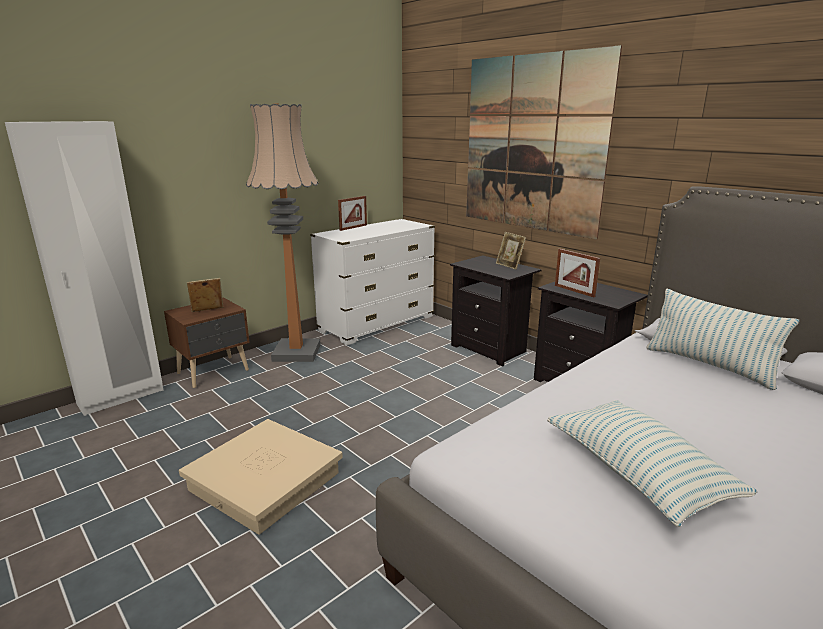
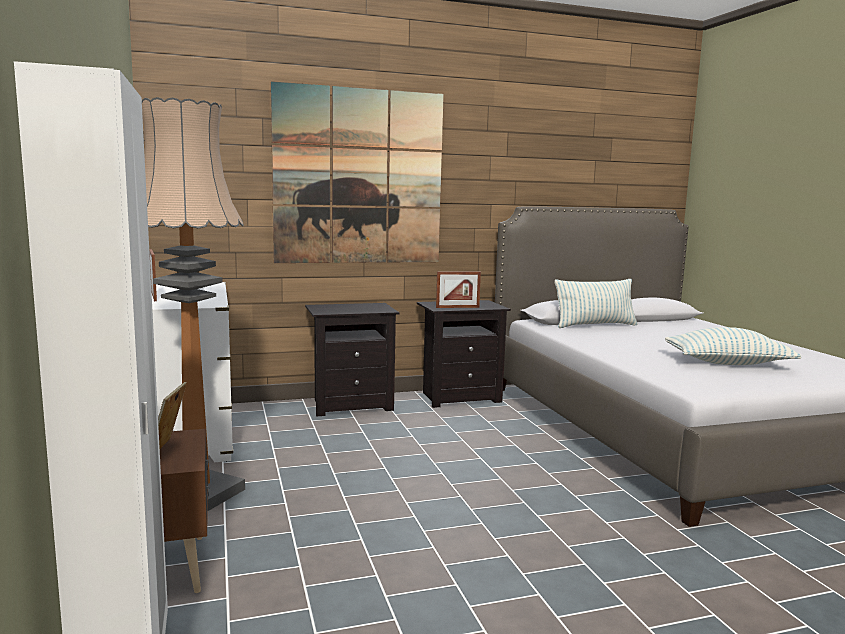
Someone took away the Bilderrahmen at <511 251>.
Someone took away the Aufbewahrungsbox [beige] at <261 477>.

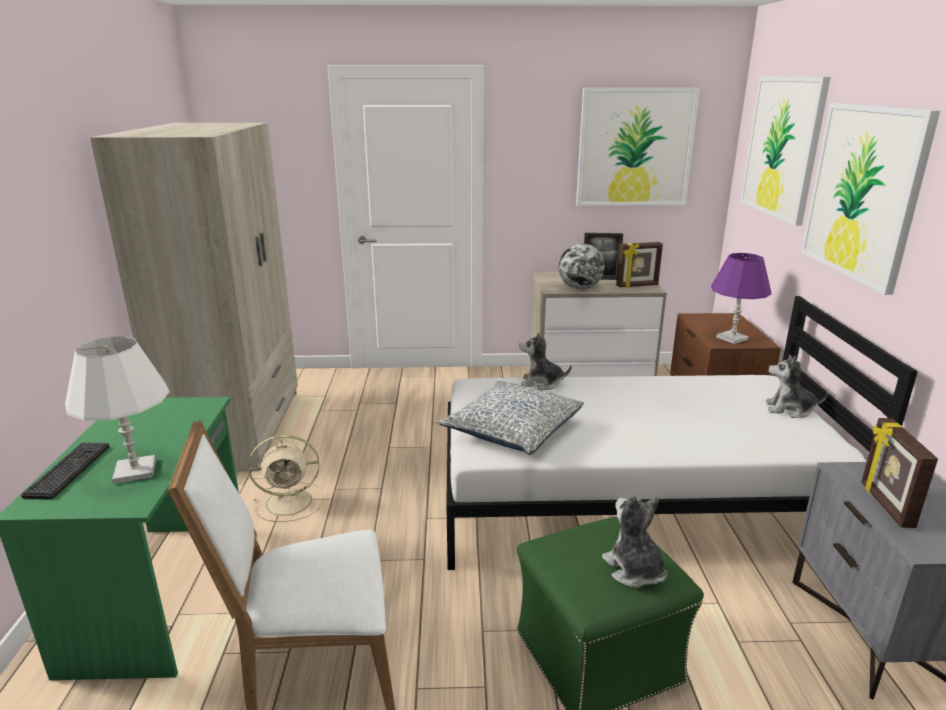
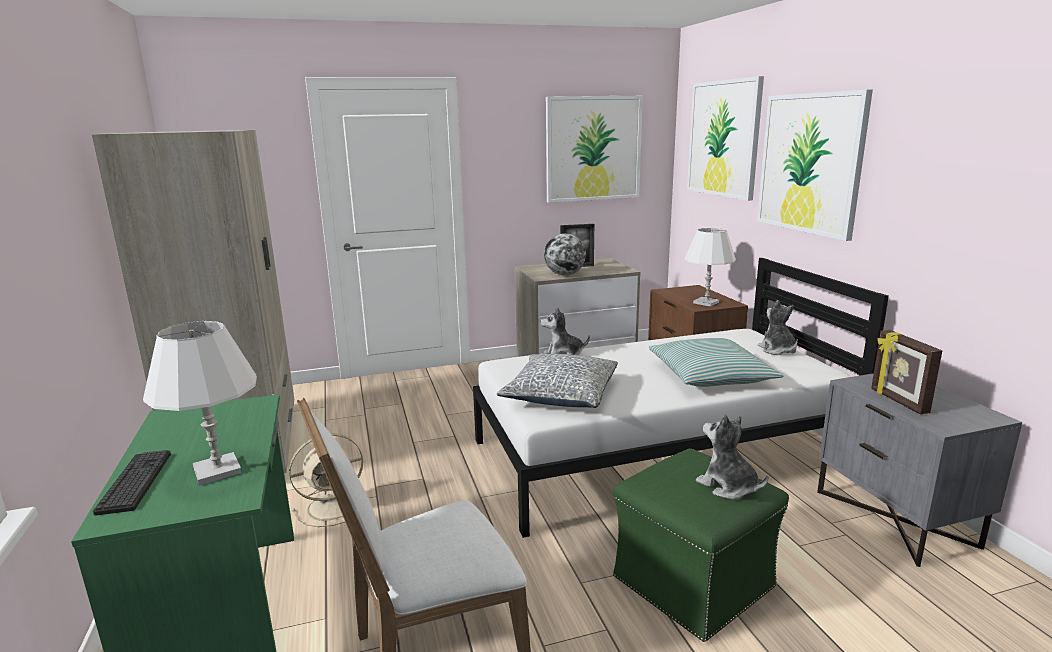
Someone took away the Bilderrahmen at <639 265>.
Someone repainted the Tischlampe [lila] at <741 298>, which became the Tischlampe [weiß] at <710 267>.
Someone rotated the Plüschtier at <797 386> by 75 degrees clockwise.
Someone put down the Kissen at <716 362>.

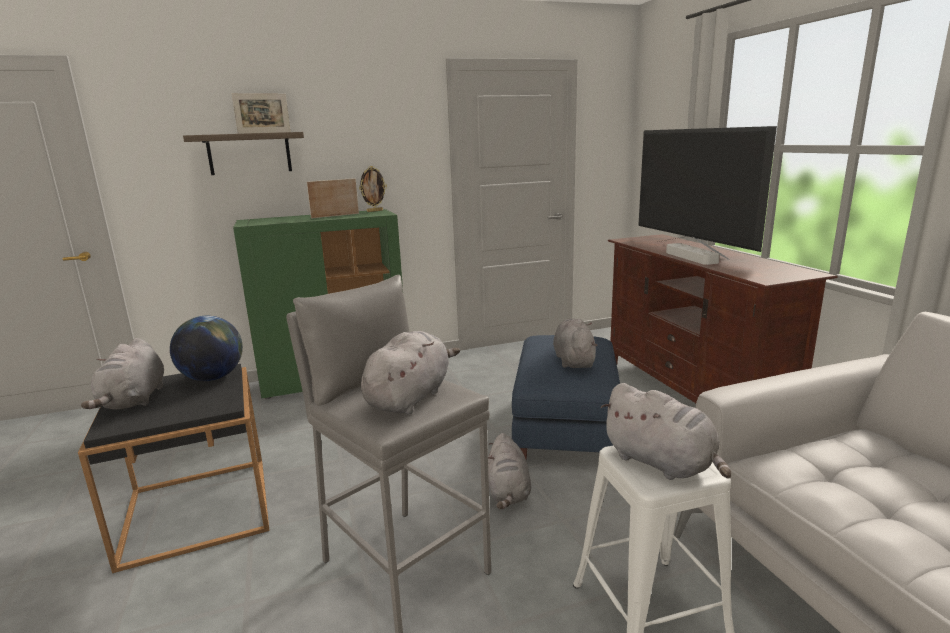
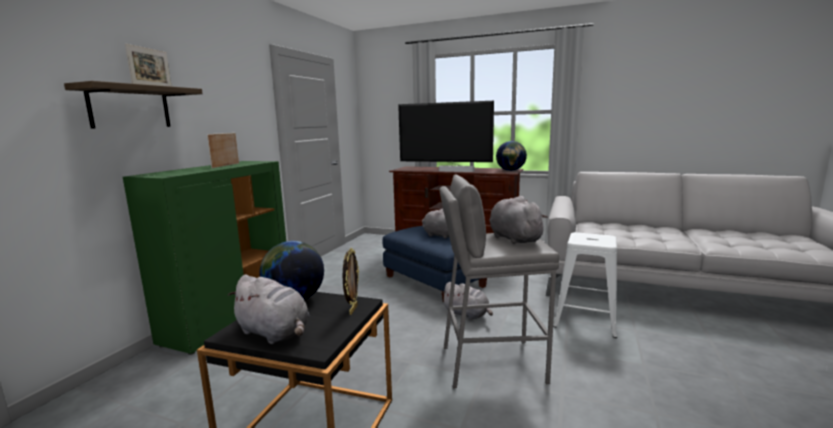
Someone carried the Bilderrahmen from <373 189> to <351 281>.
Someone took away the Plüschtier [grau] at <665 431>.
Someone put down the Globus at <511 156>.

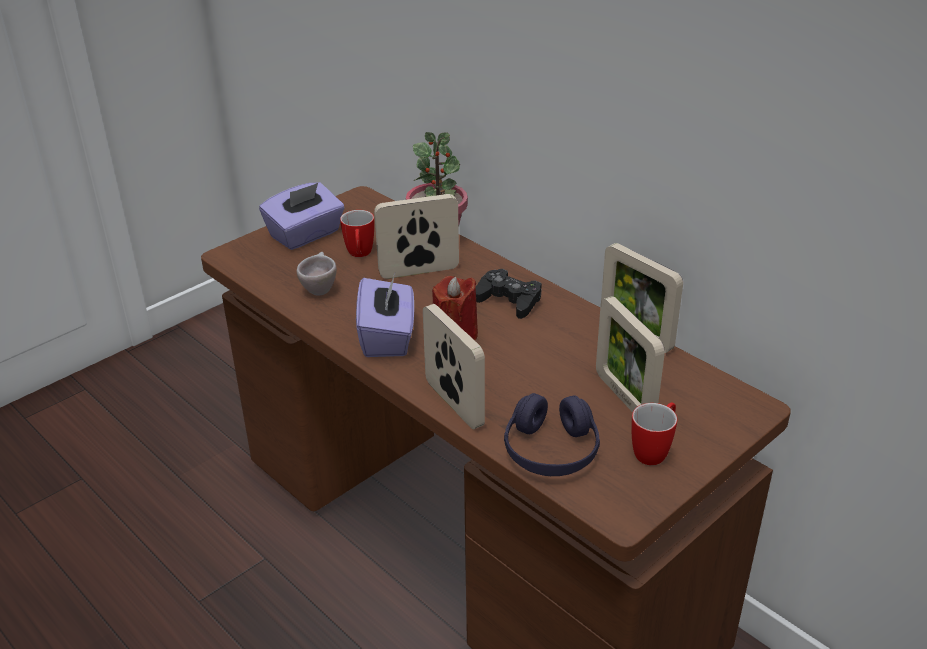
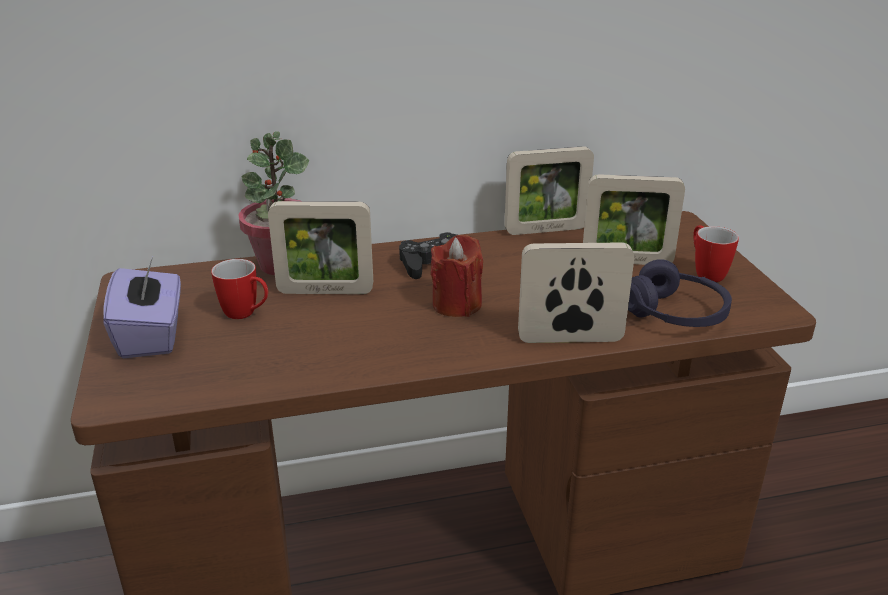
Someone rotated the Bilderrahmen at <416 236> by 105 degrees counterclockwise.
Someone took away the Tasse [beige] at <317 273>.
Someone took away the Taschentuchbox [lila] at <385 316>.

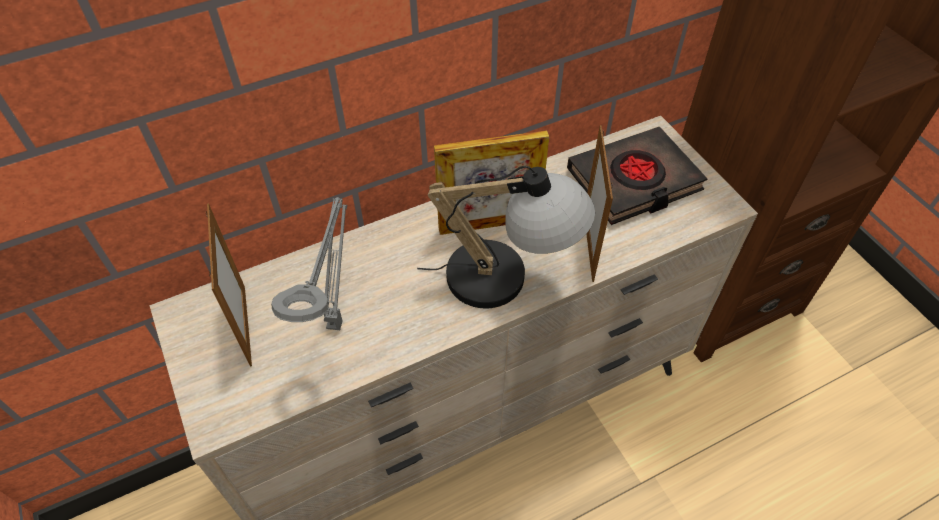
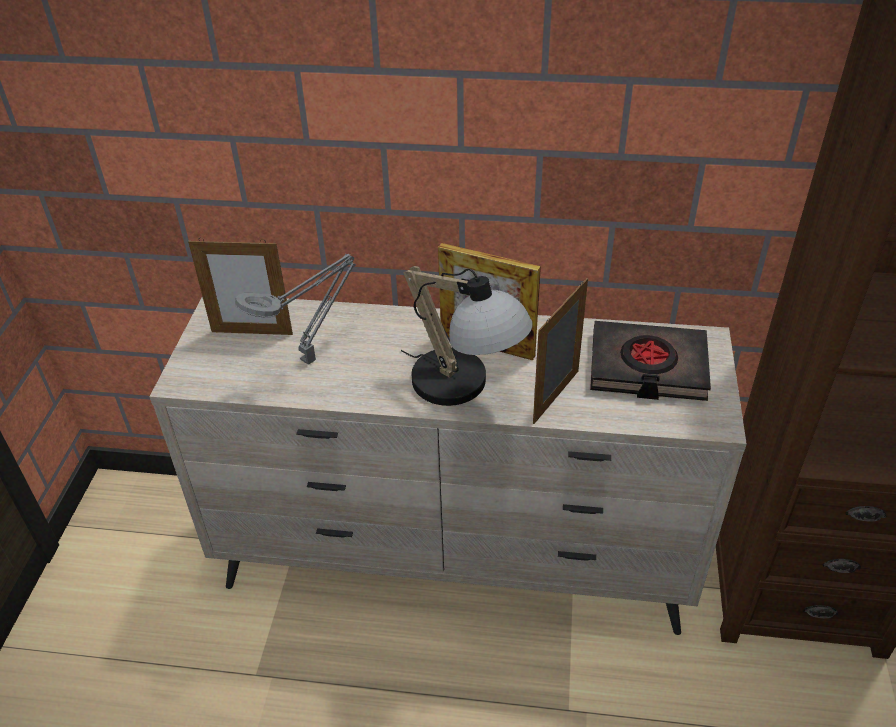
Someone rotated the Bilderrahmen at <229 285> by 75 degrees clockwise.

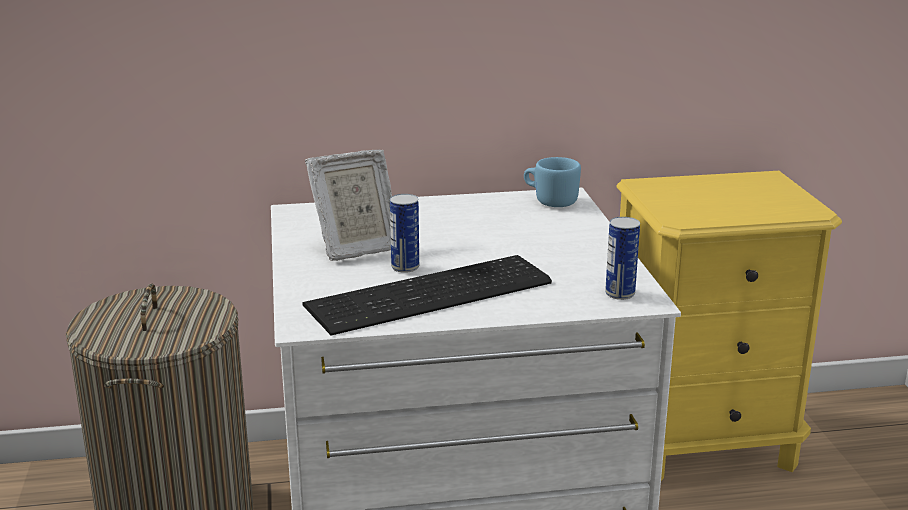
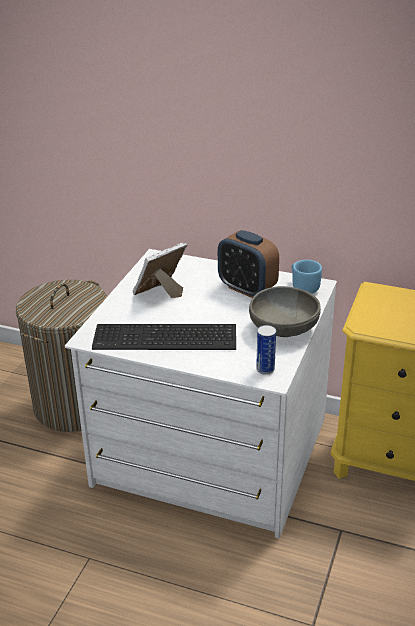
Someone rotated the Bilderrahmen at <348 205> by 135 degrees clockwise.
Someone took away the Dose at <404 233>.
Someone put down the Wecker at <248 264>.
Someone put down the Schüssel [grau] at <285 311>.

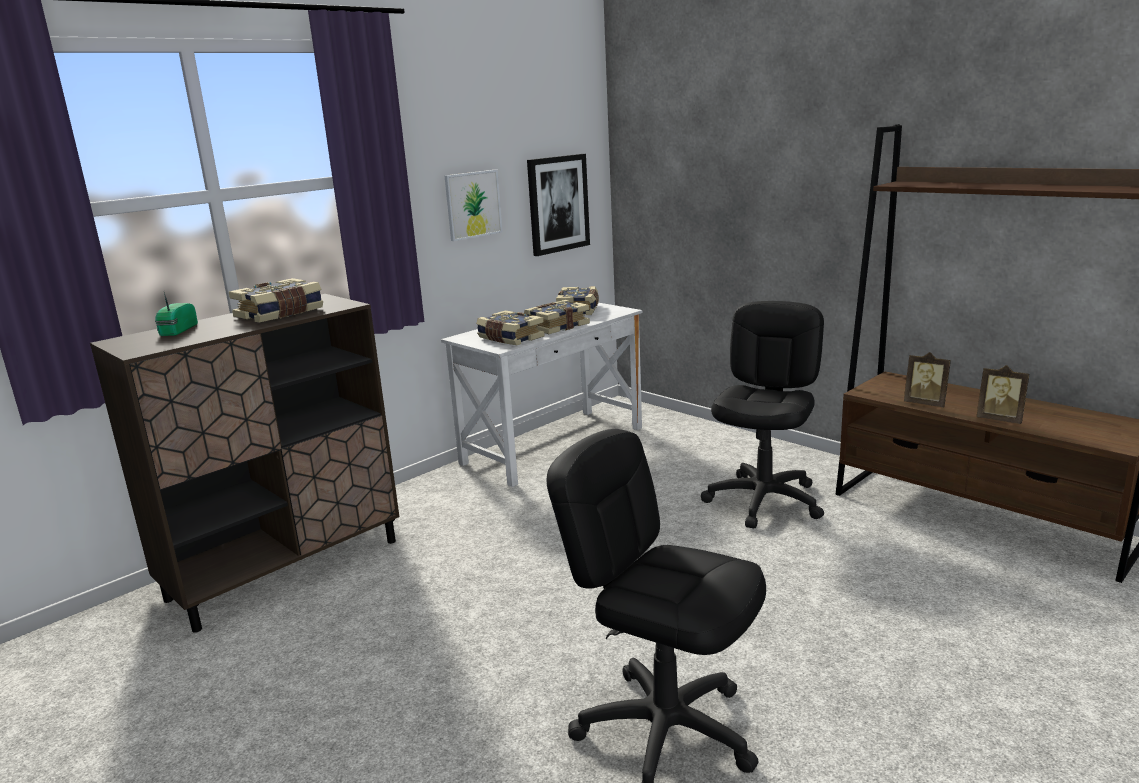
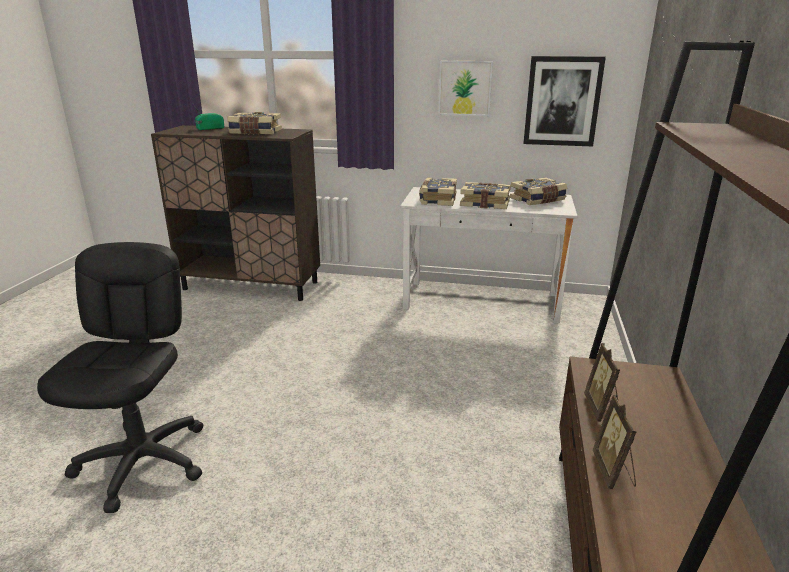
Someone took away the Bürostuhl [schwarz] at <762 414>.

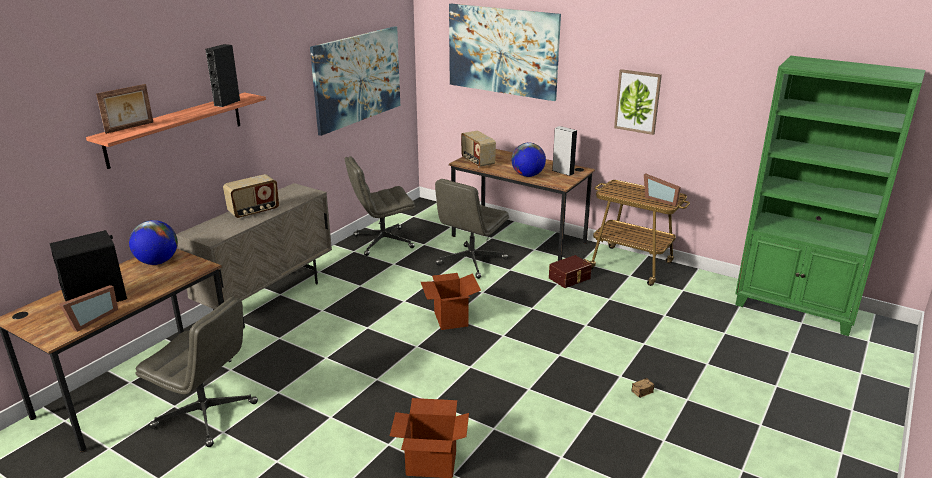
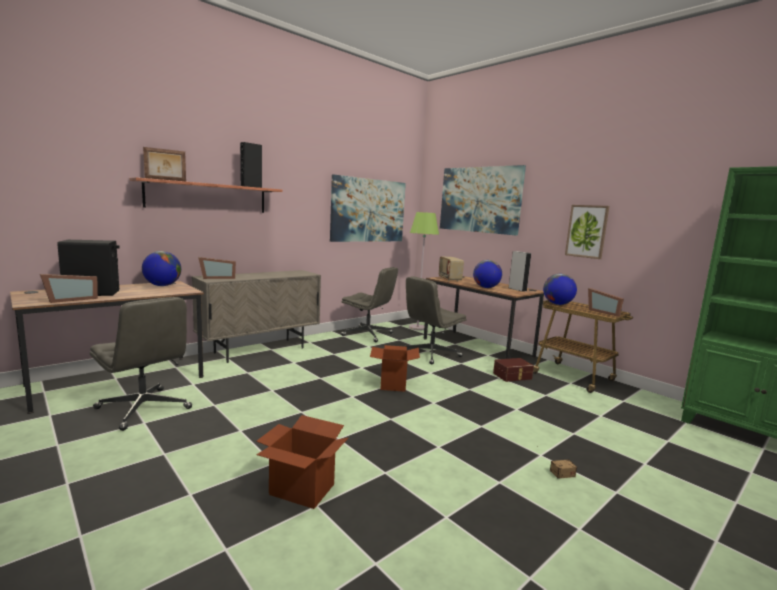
Someone rotated the Bürostuhl [grau] at <380 206> by 150 degrees counterclockwise.
Someone took away the Radio at <251 196>.
Someone put down the Stehlampe [grün] at <424 271>.
Someone put down the Bilderrahmen at <217 268>.
Someone put down the Globus at <560 289>.

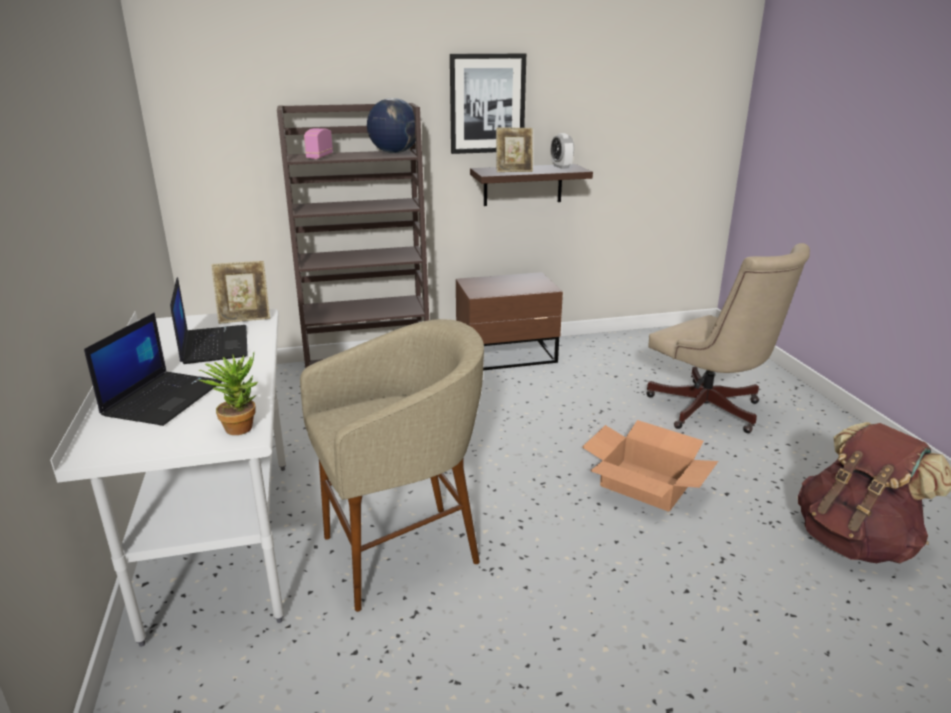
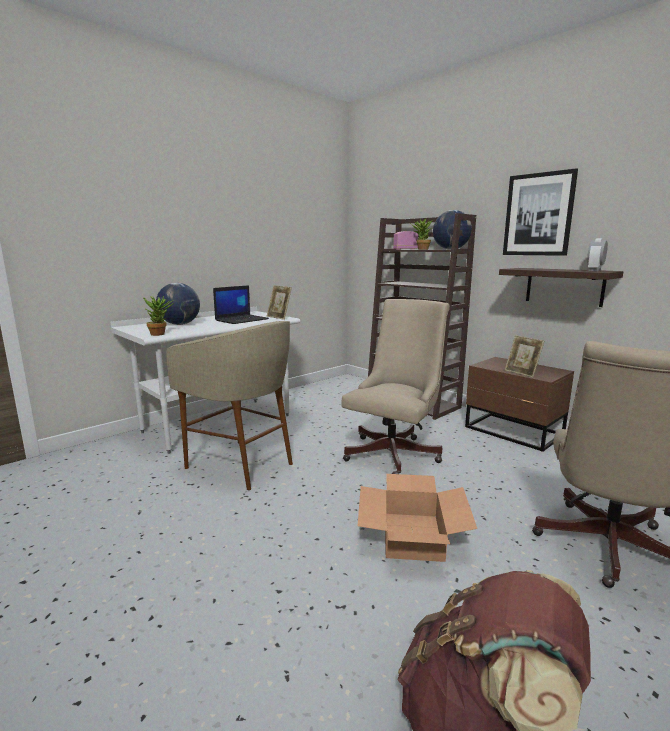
Someone carried the Bilderrahmen from <514 150> to <524 356>.
Someone swapped the Laptop at <153 369> for the Globus at <178 304>.
Someone put down the Topfpflanze at <422 234>.
Someone put down the Bürostuhl [beige] at <395 386>.

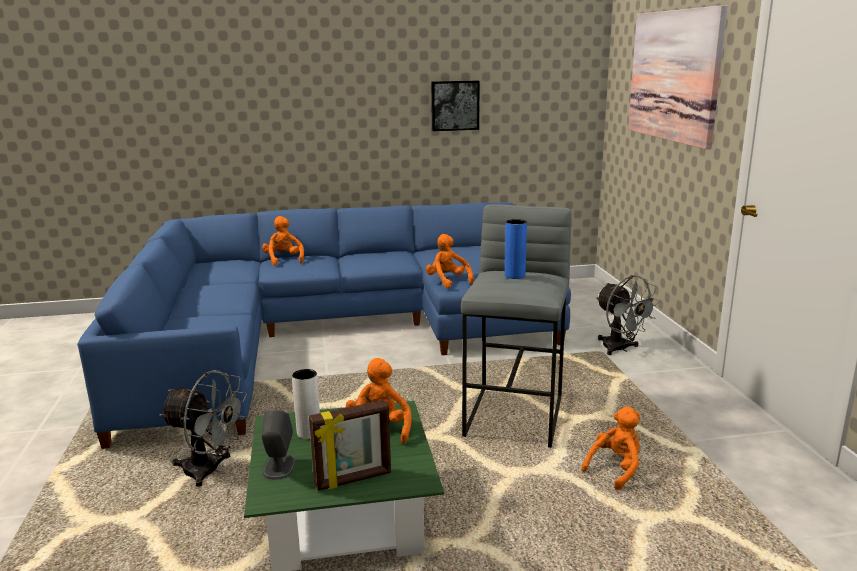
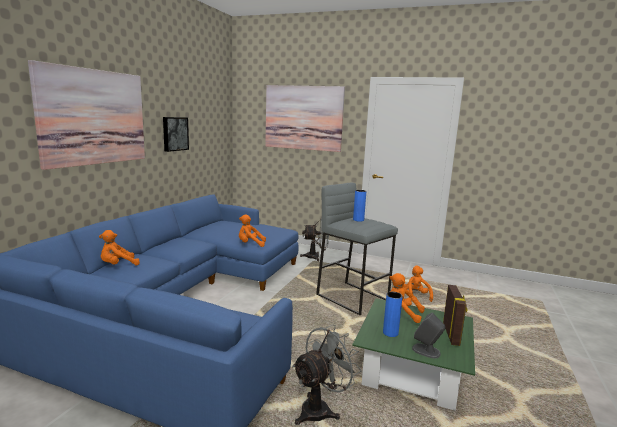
Someone rotated the Plüschtier [orange] at <283 240> by 45 degrees counterclockwise.
Someone repainted the Vase [weiß] at <306 404>, which became the Vase [blau] at <393 314>.
Someone put up the Bild at <86 115>.

